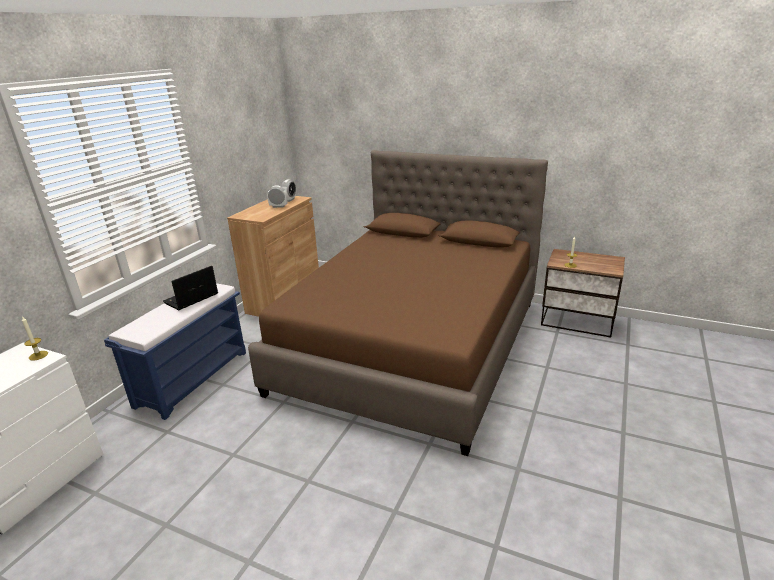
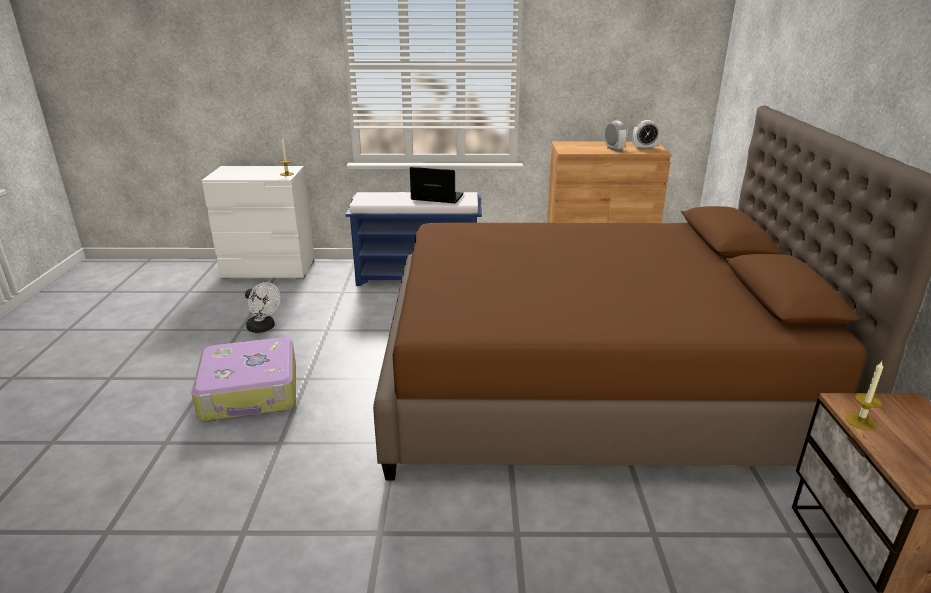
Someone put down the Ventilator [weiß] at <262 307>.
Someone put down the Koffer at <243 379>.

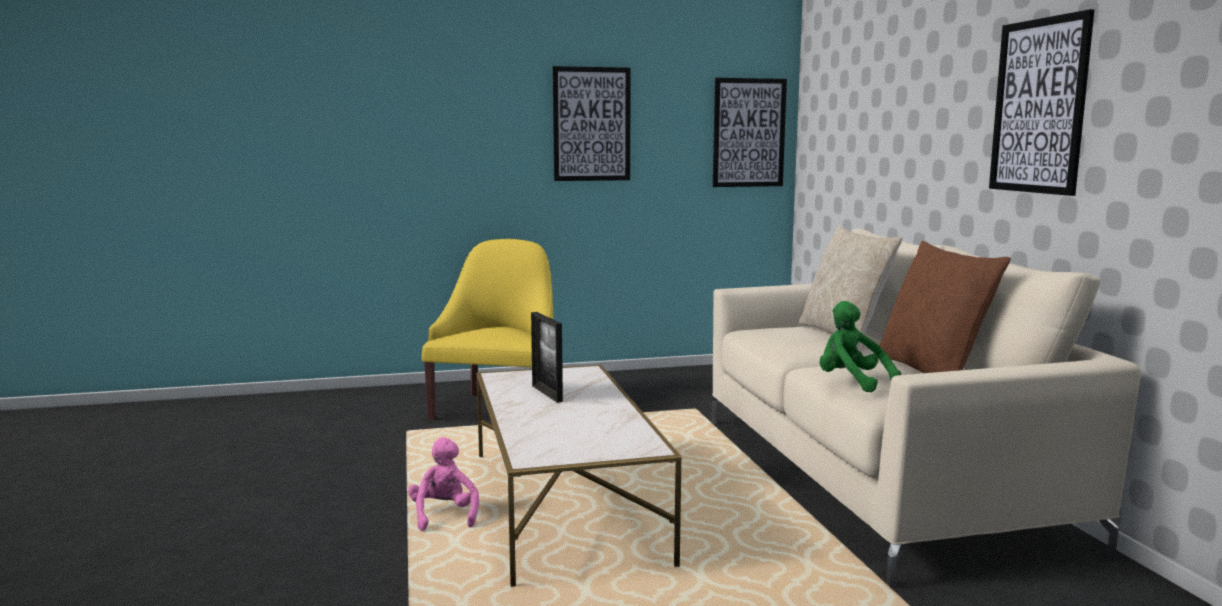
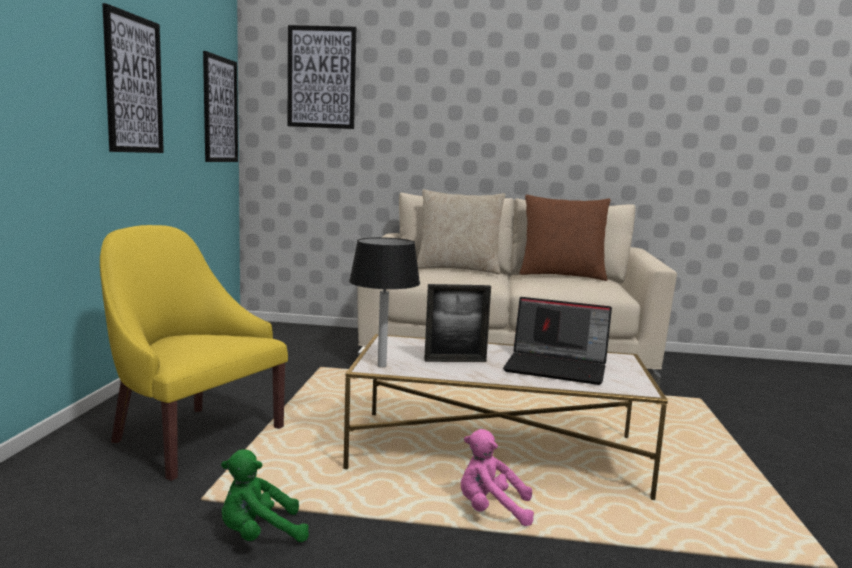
Someone carried the Bild from <1041 102> to <322 77>.
Someone carried the Plüschtier [grün] from <860 346> to <265 495>.
Someone put down the Tischlampe [schwarz] at <384 302>.
Someone put down the Laptop at <557 341>.

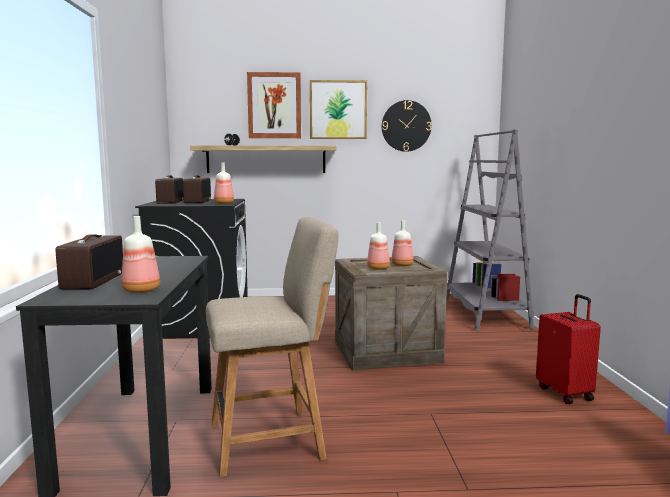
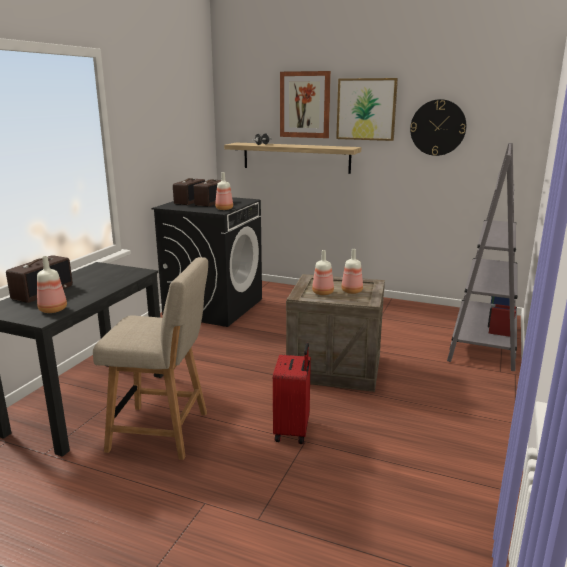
Someone carried the Koffer [rot] from <568 349> to <292 393>.

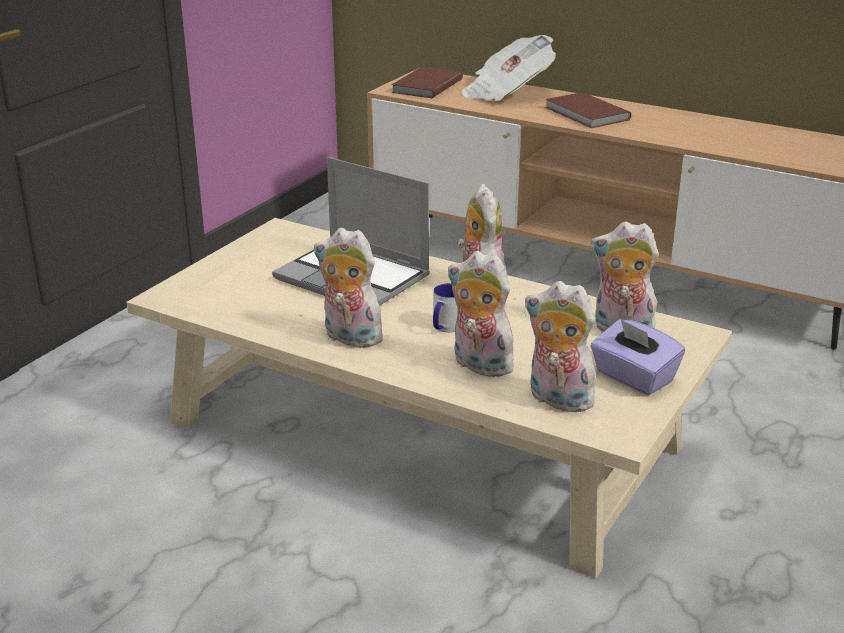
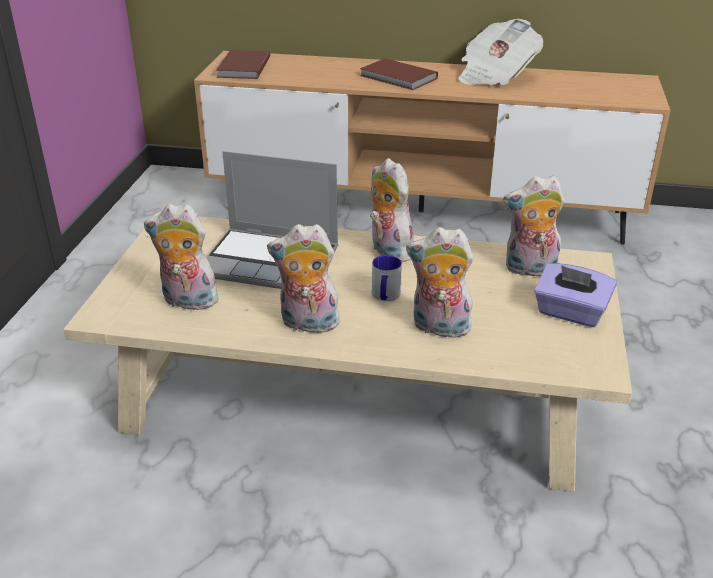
Someone carried the Zeitung from <508 68> to <501 52>.
Someone carried the Plüschtier from <561 346> to <181 257>.

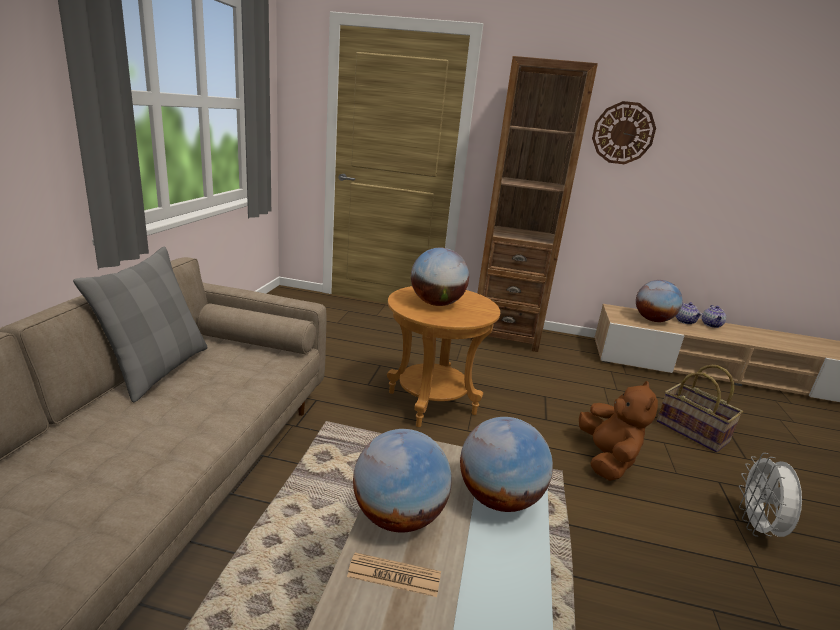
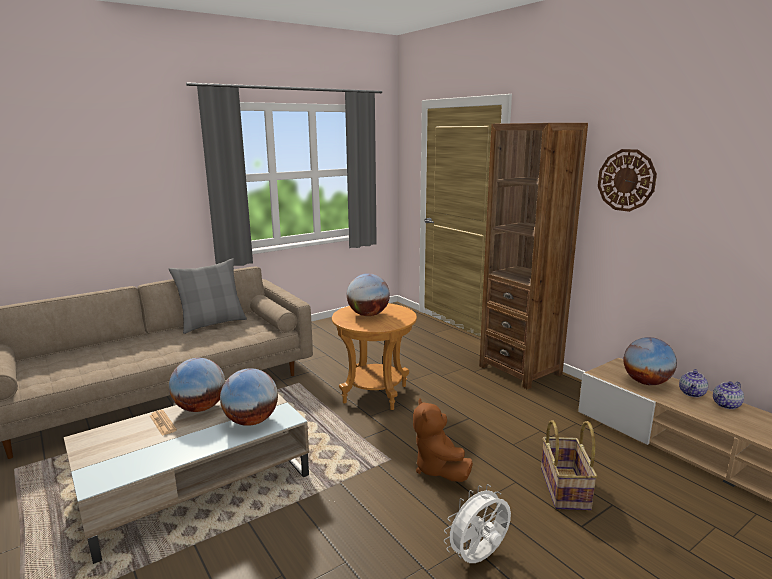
Someone rotated the Plüschtier [braun] at <618 431> by 120 degrees clockwise.

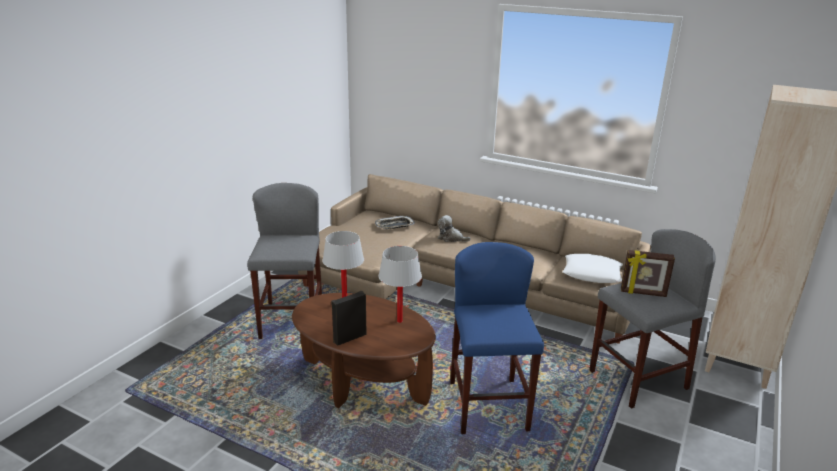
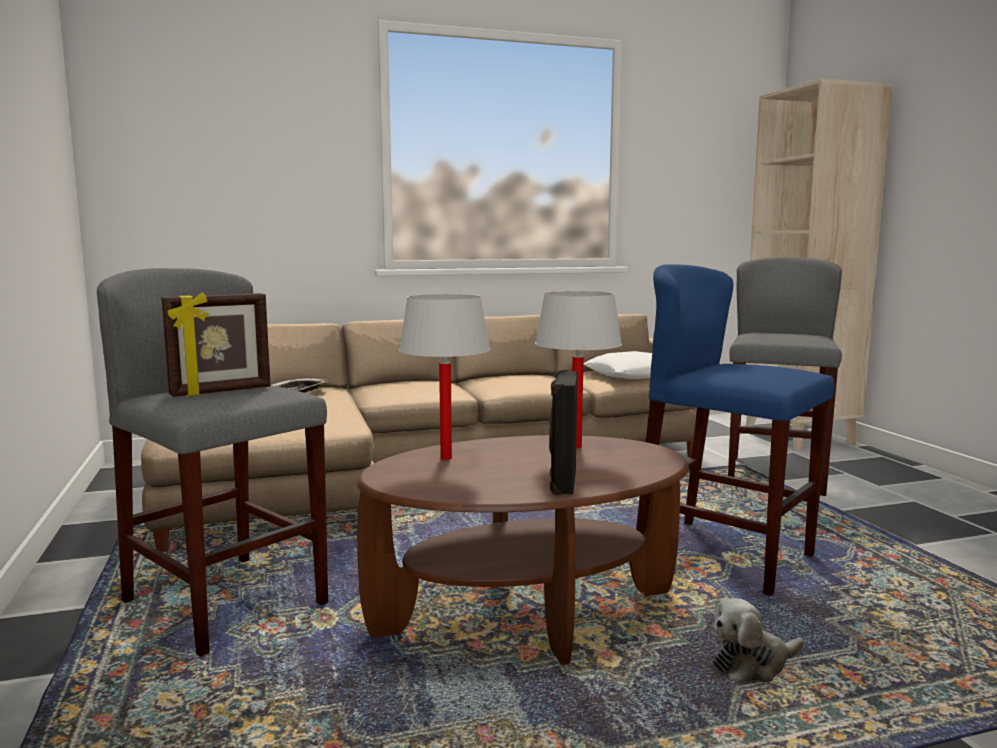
Someone carried the Plüschtier from <454 228> to <758 640>.
Someone carried the Bilderrahmen from <648 273> to <216 344>.

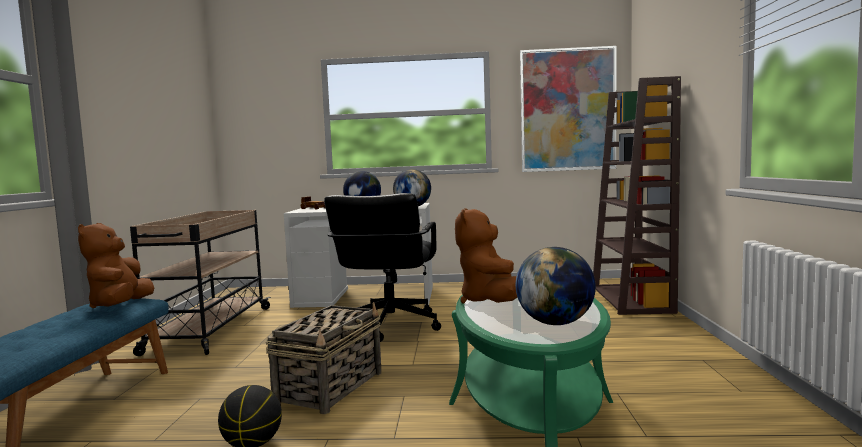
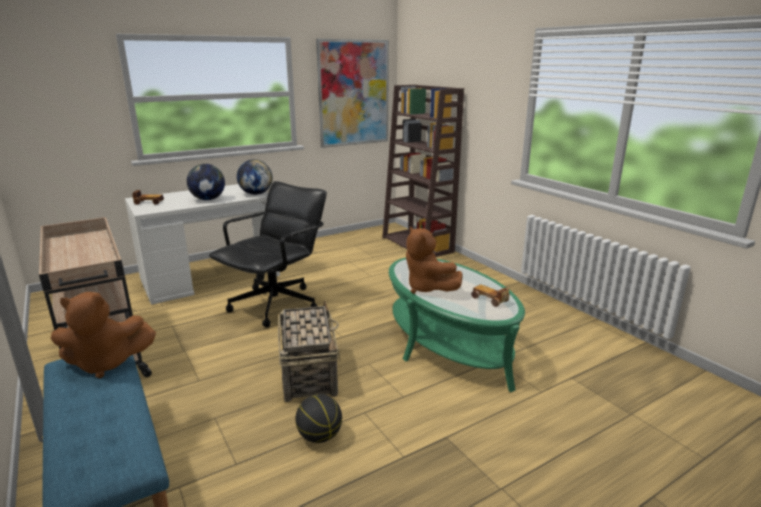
Someone rotated the Bürostuhl [schwarz] at <382 267> by 120 degrees counterclockwise.
Someone rotated the Plüschtier [braun] at <116 265> by 60 degrees counterclockwise.
Someone swapped the Globus at <556 286> for the Spielzeugauto at <490 295>.

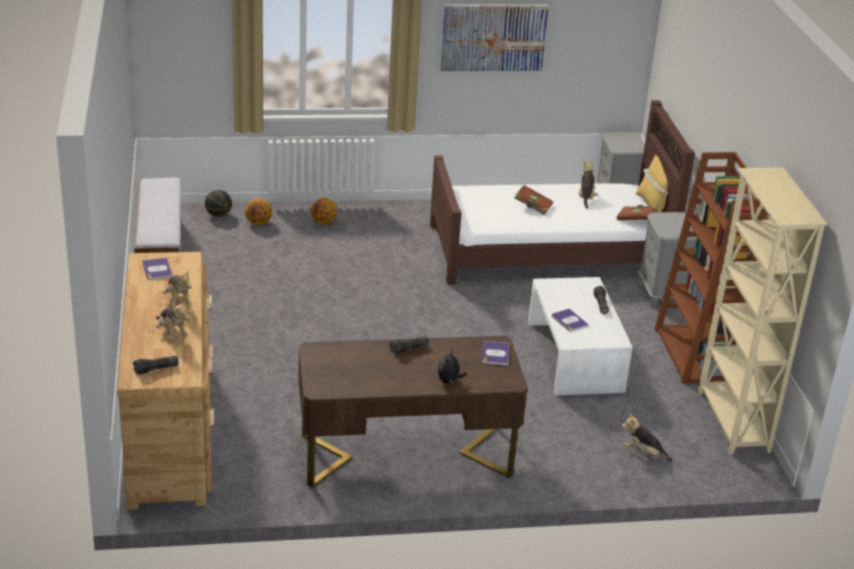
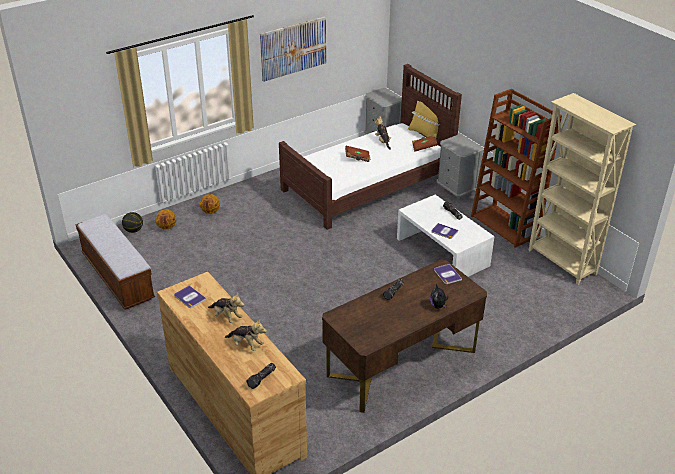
Someone took away the Plüschtier at <647 437>.

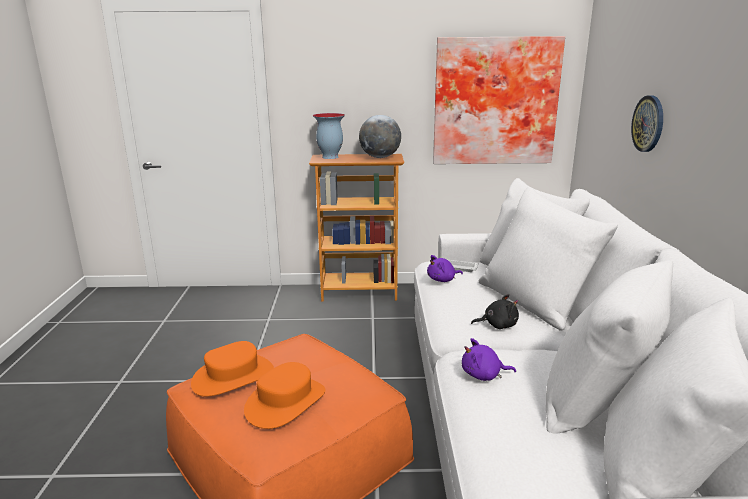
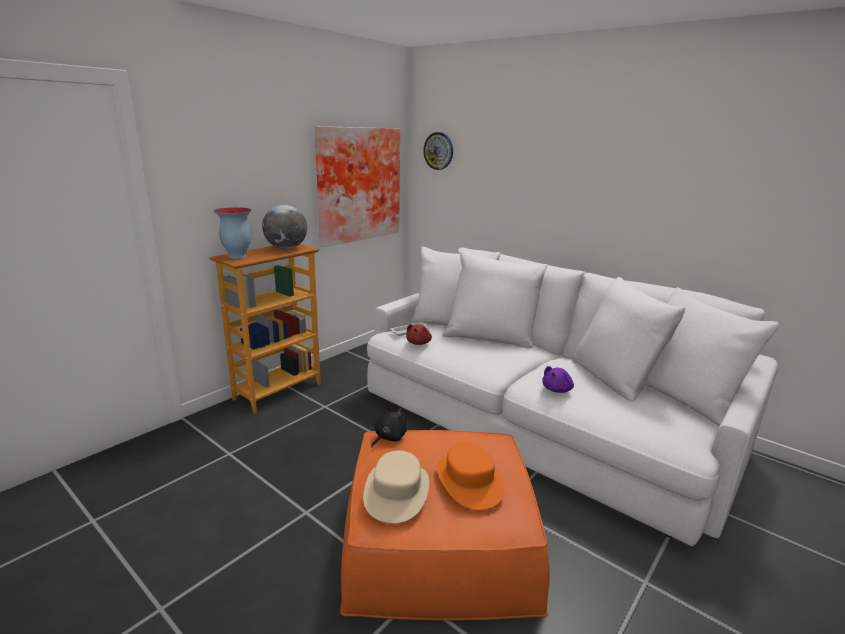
Someone carried the Wanduhr from <647 123> to <438 151>.
Someone repainted the Plüschtier [lila] at <445 268>, which became the Plüschtier [rot] at <419 334>.
Someone carried the Plüschtier [schwarz] from <495 311> to <389 427>.
Someone repainted the Hut [orange] at <232 369>, which became the Hut [beige] at <396 487>.

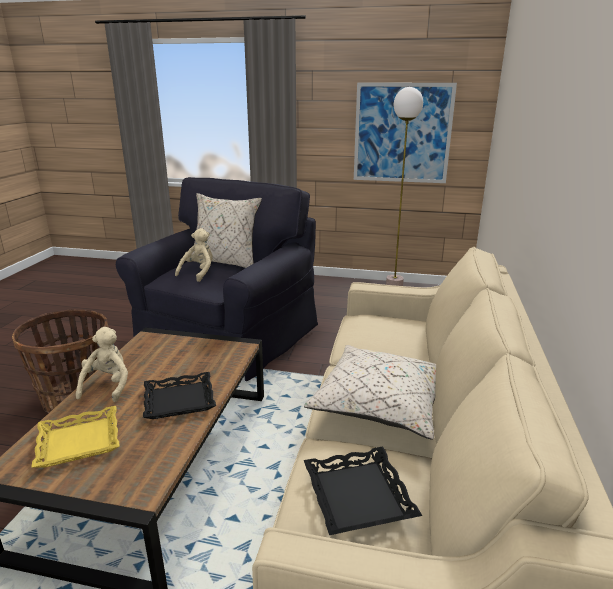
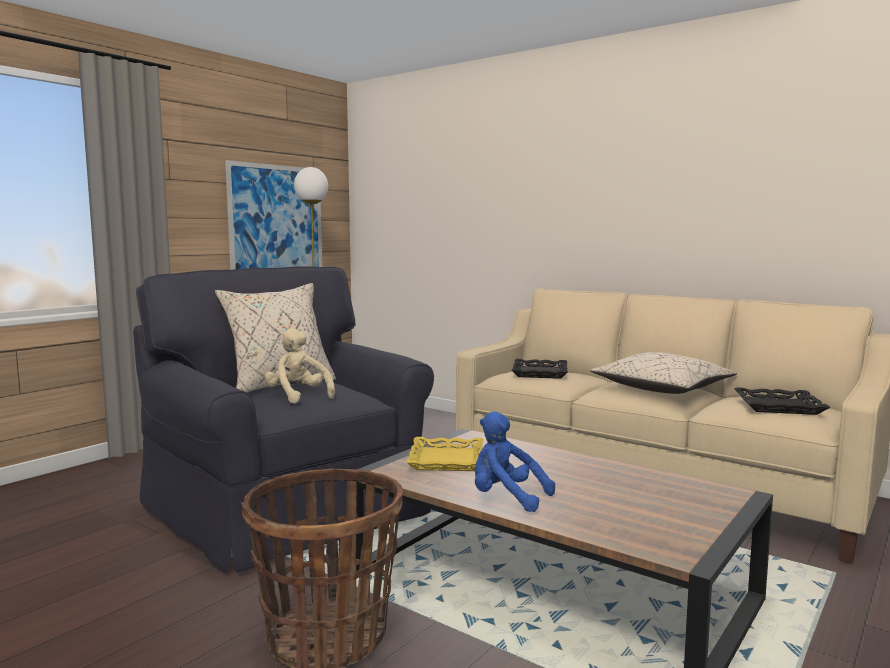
Someone repainted the Plüschtier [beige] at <102 364>, which became the Plüschtier [blau] at <515 461>.
Someone carried the Tablett [schwarz] from <179 395> to <539 369>.
Someone carried the Tablett [gelb] from <75 437> to <444 454>.

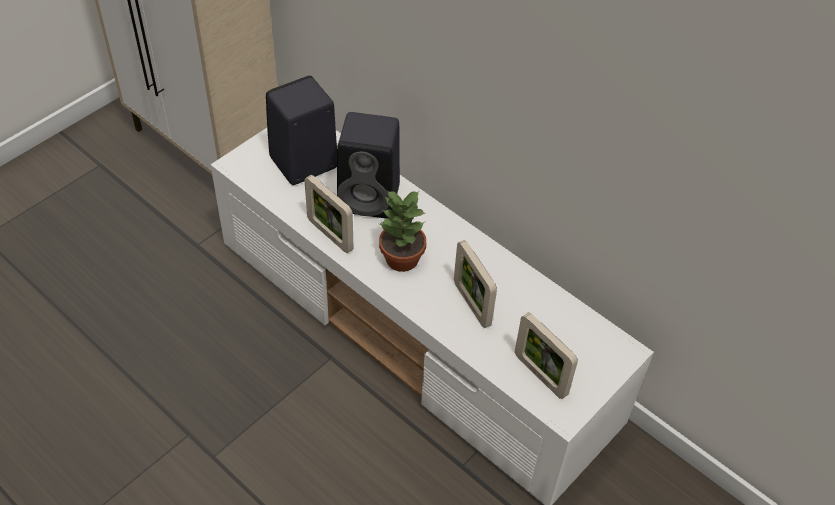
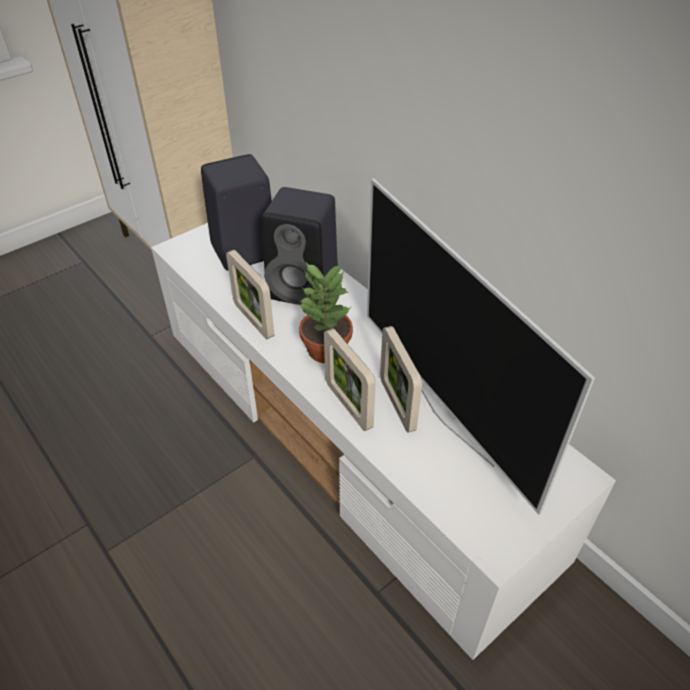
Someone carried the Bilderrahmen from <546 356> to <350 379>.
Someone put down the Fernseher at <481 346>.

